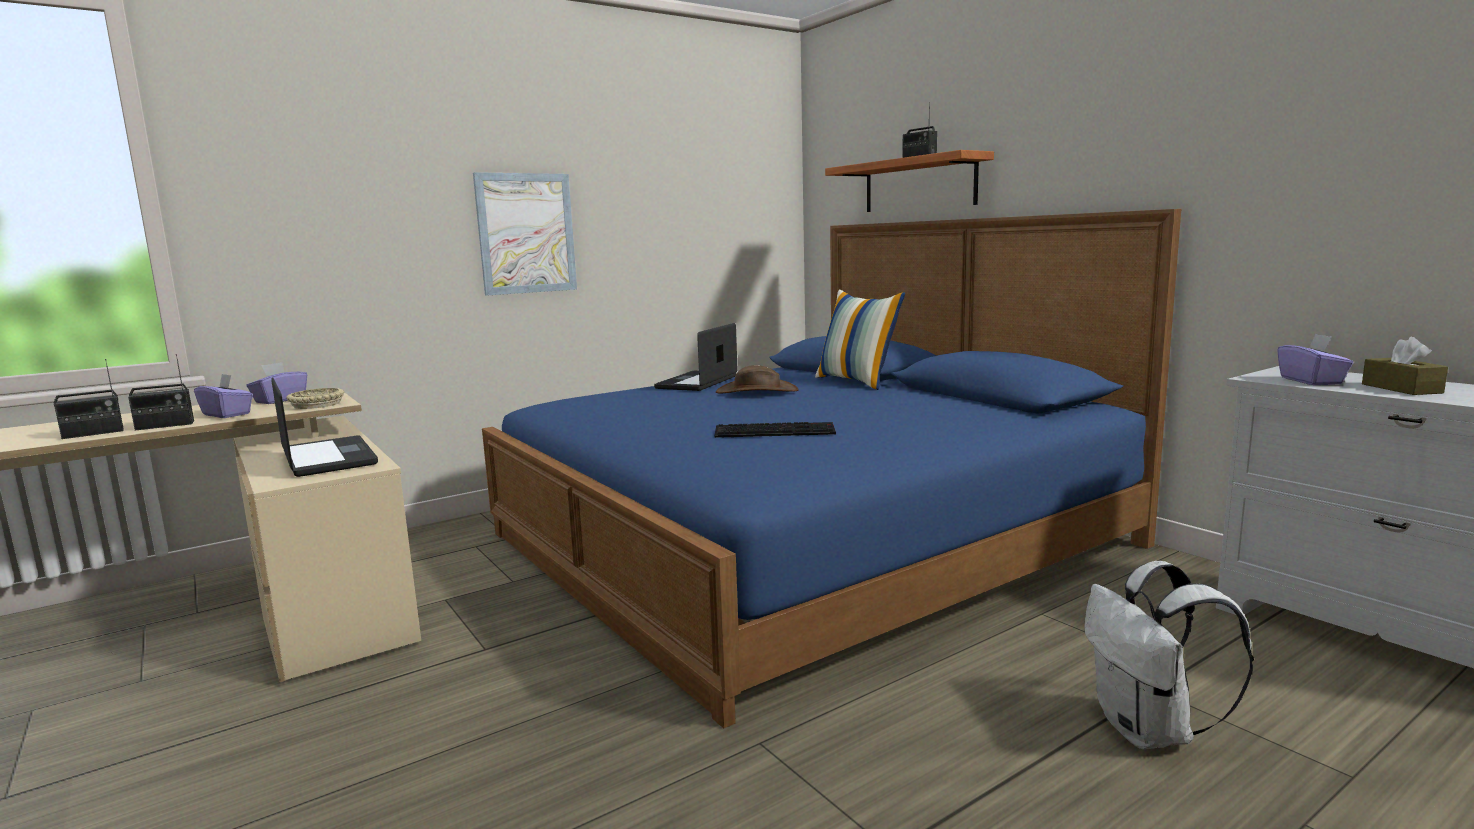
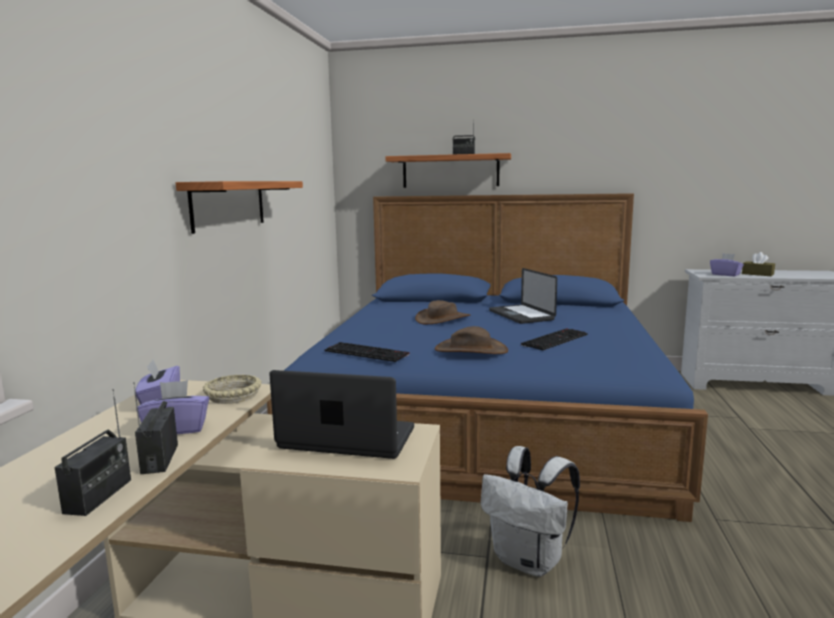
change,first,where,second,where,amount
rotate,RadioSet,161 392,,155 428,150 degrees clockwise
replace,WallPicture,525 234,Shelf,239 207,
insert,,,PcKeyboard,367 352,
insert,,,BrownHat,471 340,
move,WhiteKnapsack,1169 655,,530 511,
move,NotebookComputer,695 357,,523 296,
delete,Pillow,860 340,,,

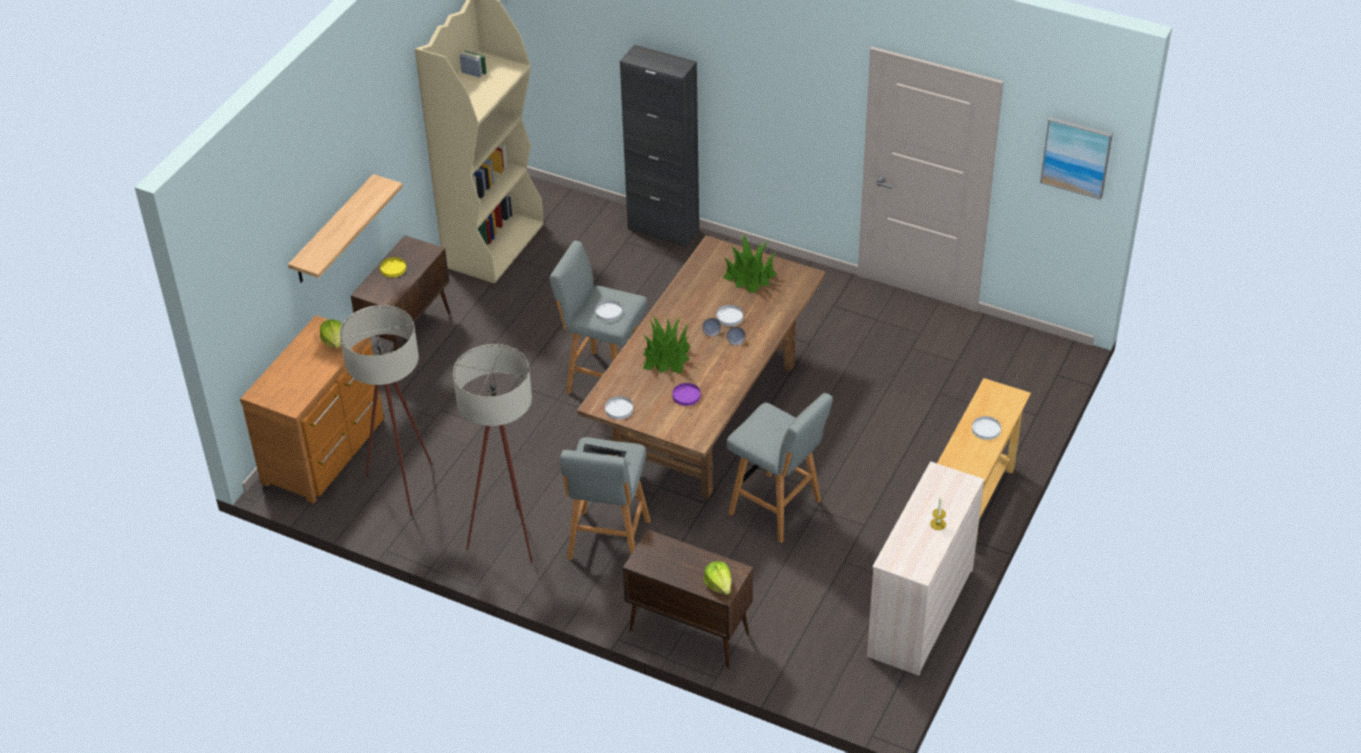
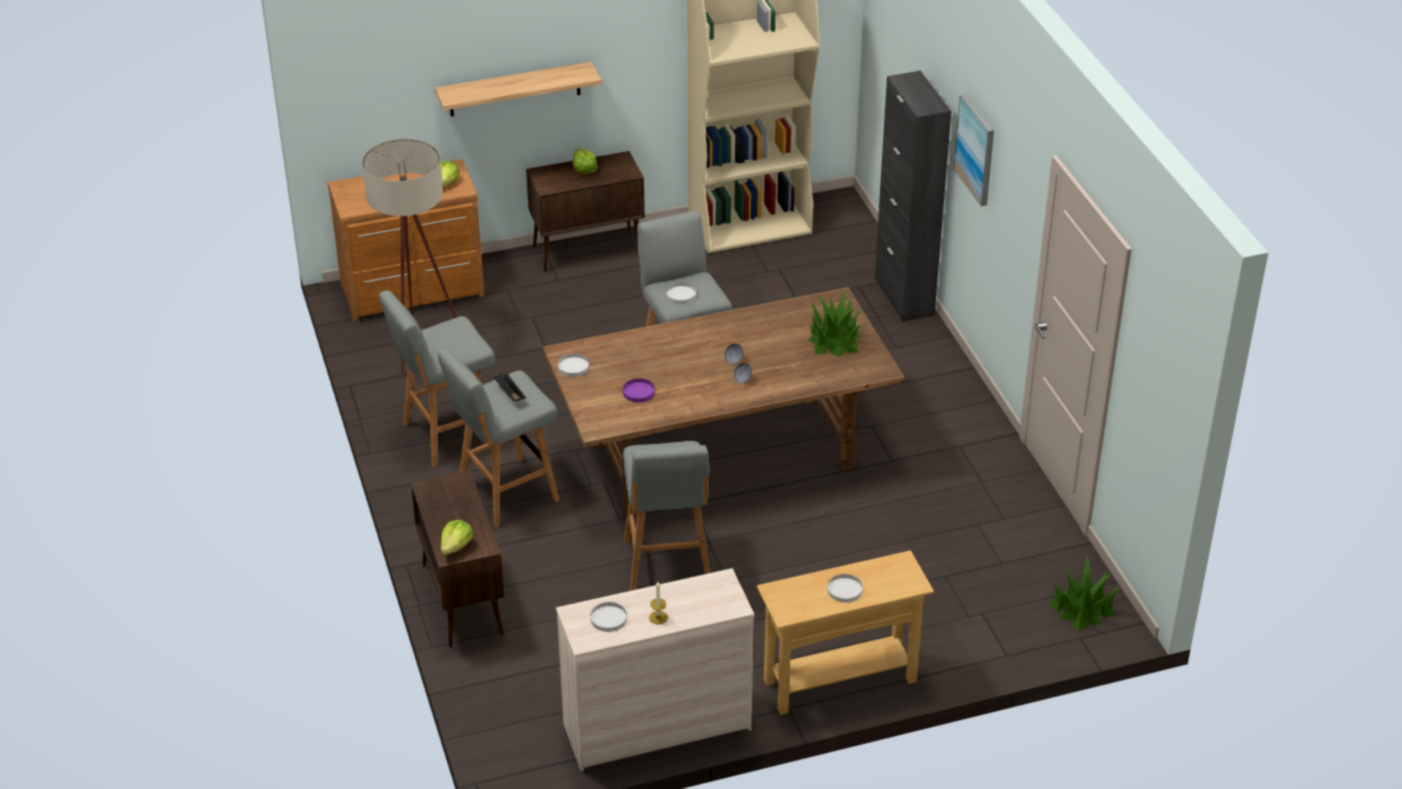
change,first,where,second,where,amount
replace,BeigeColouredStandardLamp,493 453,GrayStoolSeat,437 378,
replace,YellowDinnerPlate,393 267,Lettuce,585 161,
move,WhiteDinnerPlate,729 315,,608 617,
move,WallPicture,1076 158,,974 150,
move,Houseplant,666 344,,1084 594,

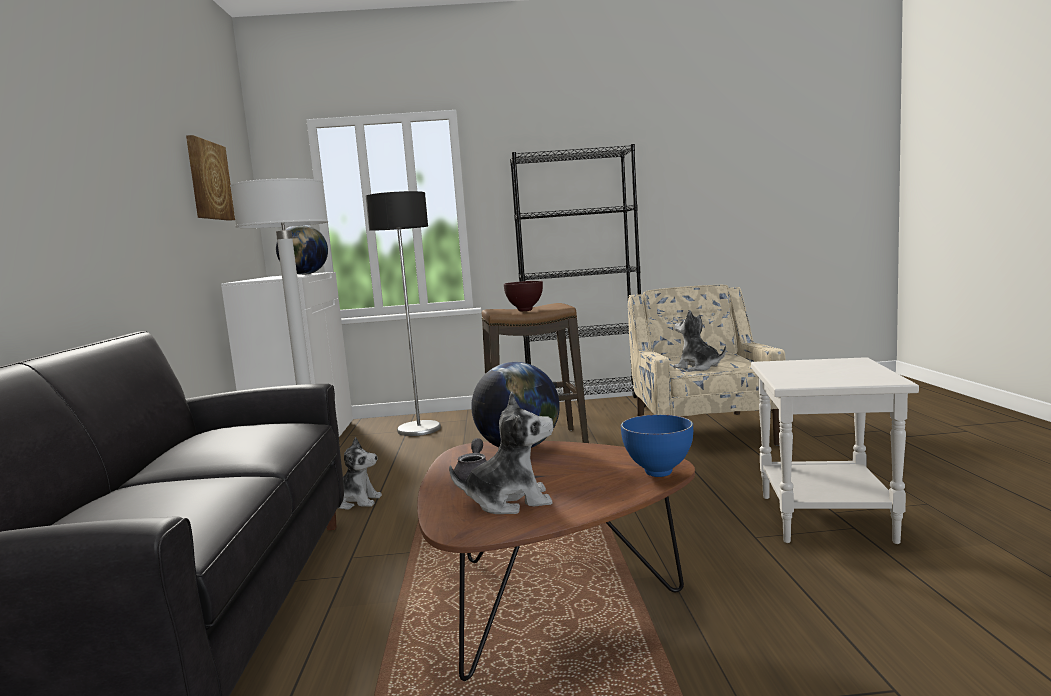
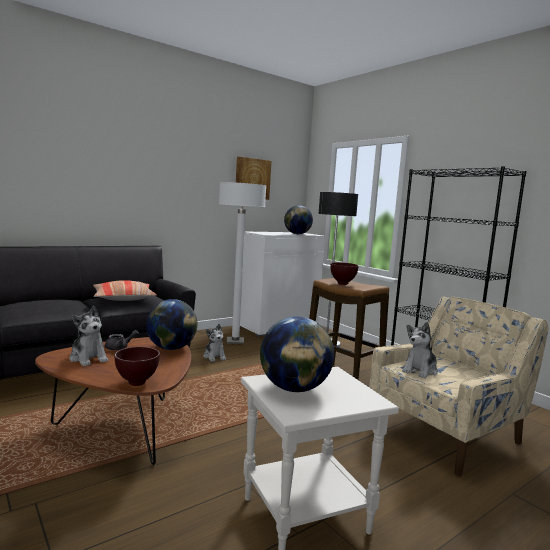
change,first,where,second,where,amount
insert,,,Pillow,124 290,
recolor,BlueDeepDish,657 445,BrownDeepDish,137 366,
insert,,,WorldGlobe,297 354,
rotate,CuddlyToy,700 340,,420 350,150 degrees counterclockwise

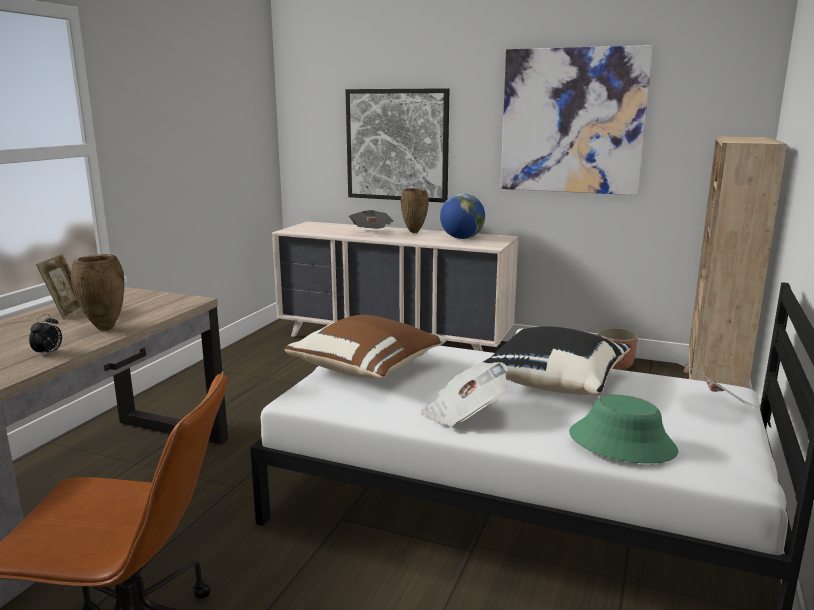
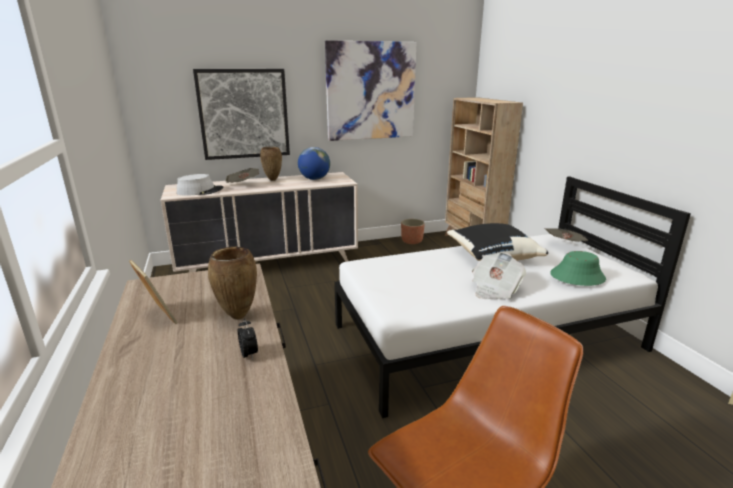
change,first,where,second,where,amount
insert,,,GrayHat,200 185,
delete,BrownPillow,365 347,,,

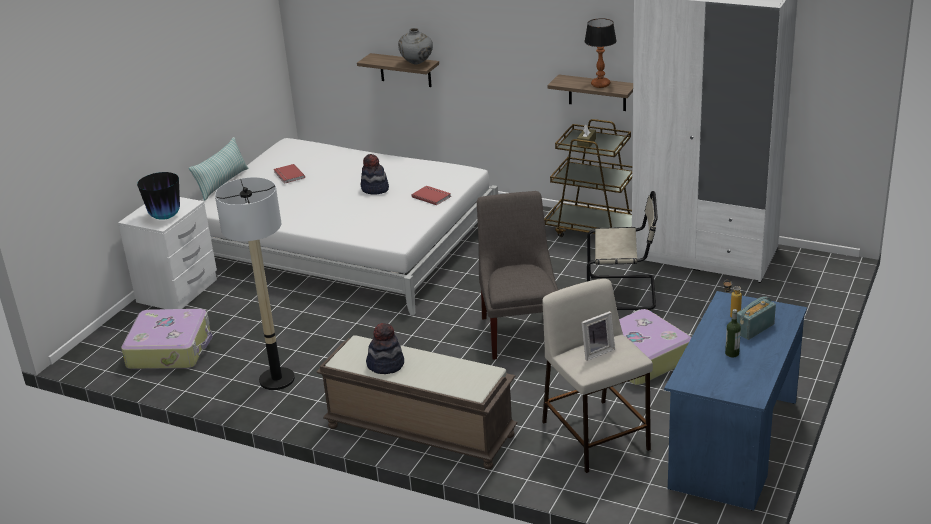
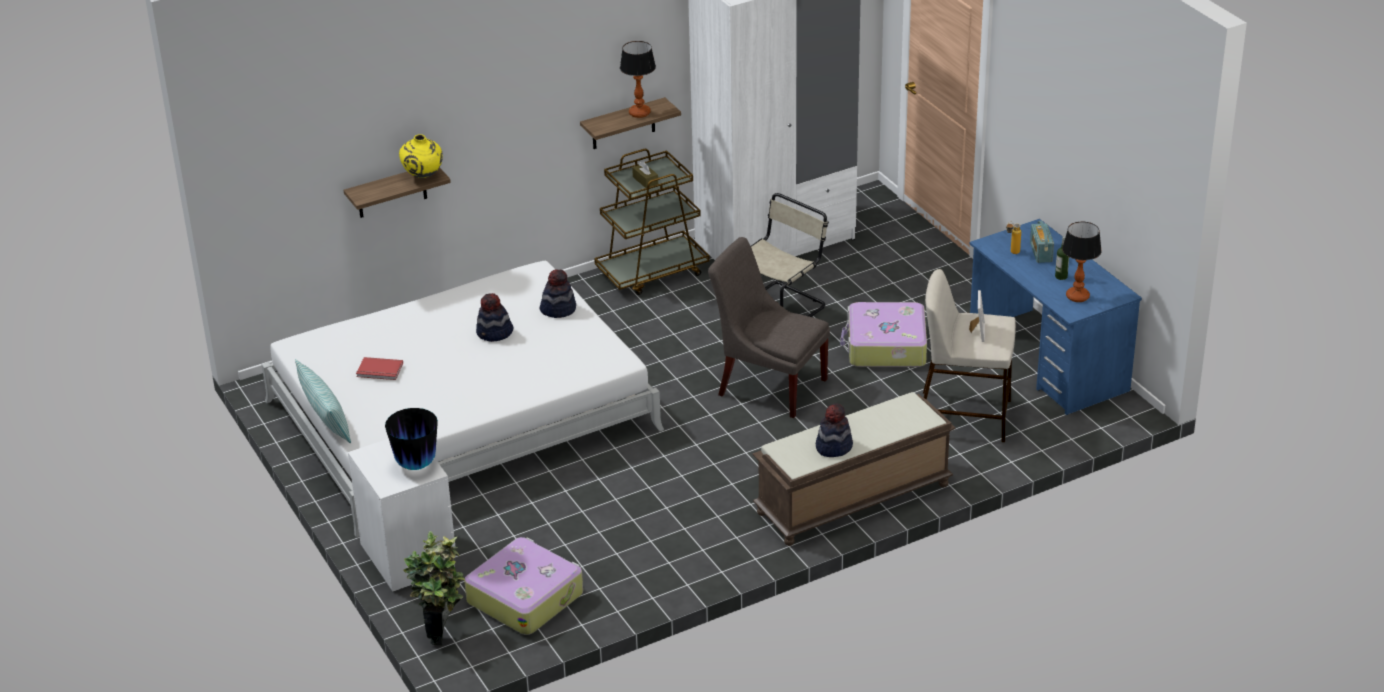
change,first,where,second,where,amount
recolor,GrayVase,415 46,YellowVase,421 156,
insert,,,Houseplant,434 588,
replace,RedBook,431 195,Hat,558 293,
insert,,,LampForATable,1082 261,
delete,StandardLamp,255 283,,,

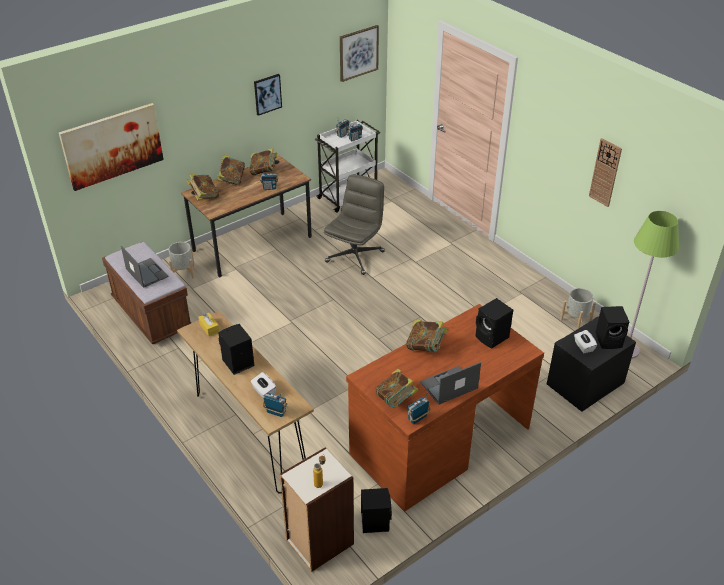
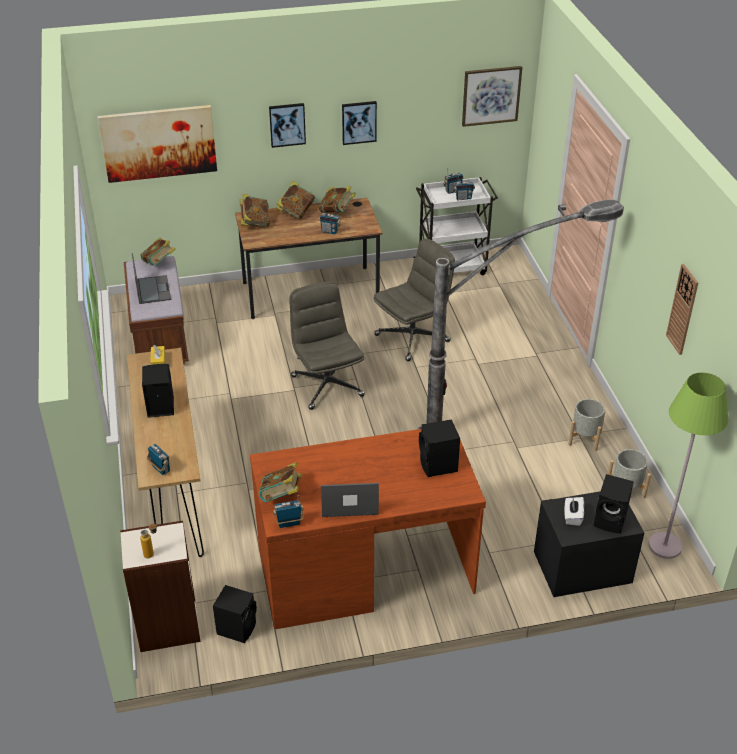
change,first,where,second,where,amount
move,Book,427 336,,158 251,
insert,,,WallPicture,287 125,
insert,,,GrayOfficeChair,327 345,
insert,,,StandardLamp,520 314,
move,GrayPlanter,181 260,,586 425,
delete,WhiteBoxOfTissues,263 385,,,

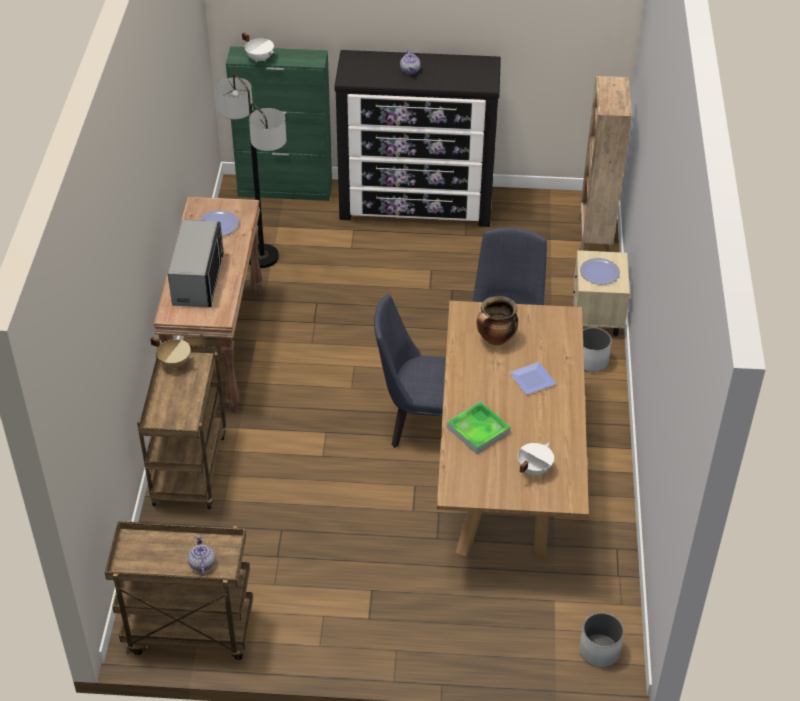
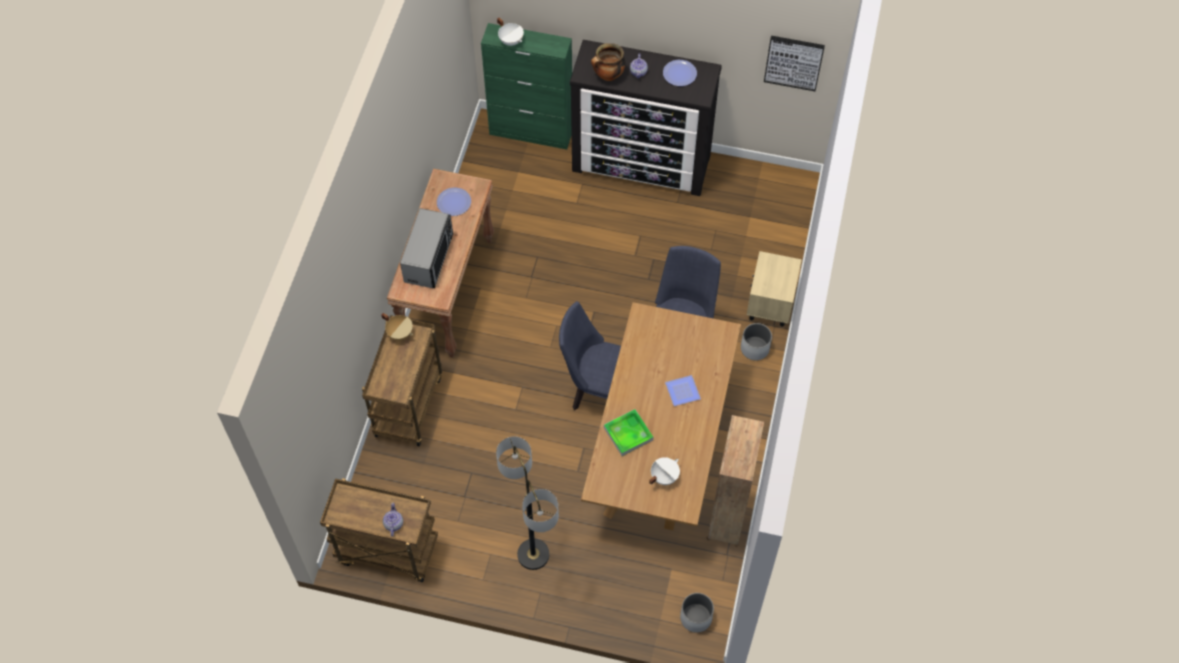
change,first,where,second,where,amount
move,StandardLamp,251 171,,527 503,
move,Saucepot,497 320,,608 62,
move,DinnerPlate,600 271,,680 73,
move,BrownBookcase,605 164,,735 481,
insert,,,WallPicture,794 63,

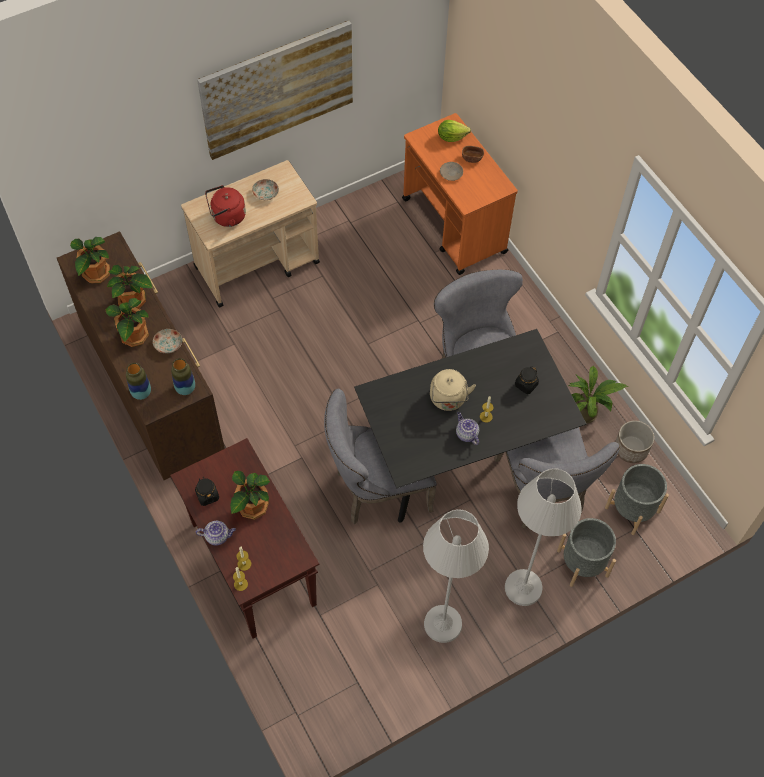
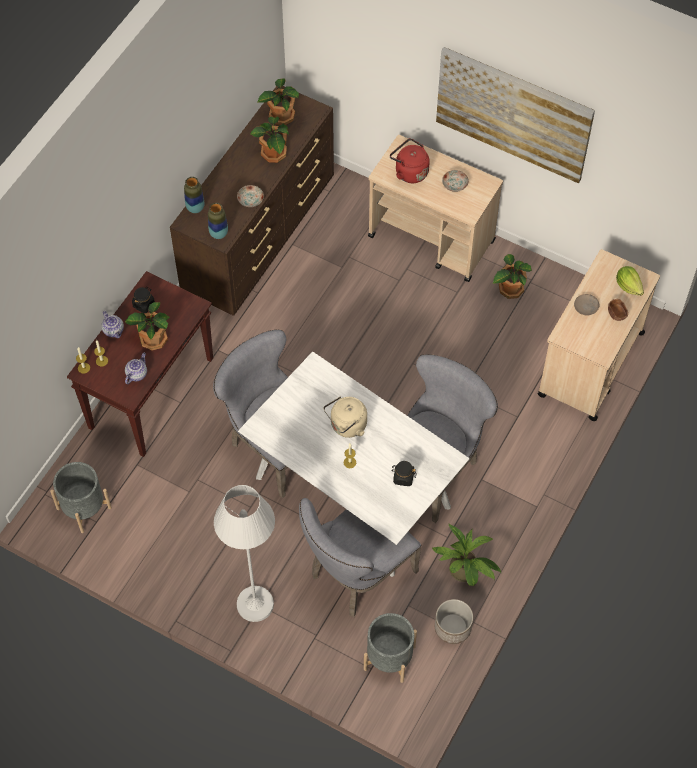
change,first,where,second,where,amount
move,GrayPlanter,586 552,,81 497,
move,PotForTea,467 428,,136 368,
recolor,BlackColouredDinnerTable,470 426,WhiteDinnerTable,354 464,
move,Houseplant,127 322,,512 276,
recolor,OrangeyTrolley,460 194,BeigeColouredTrolley,599 335,
delete,WhiteStandardLamp,456 576,,,

